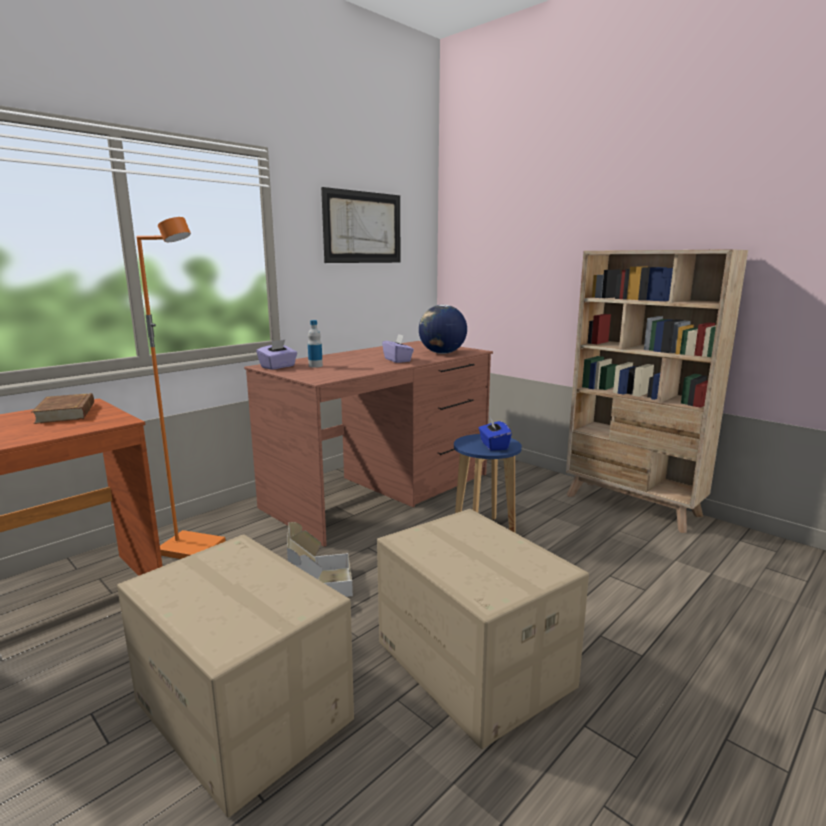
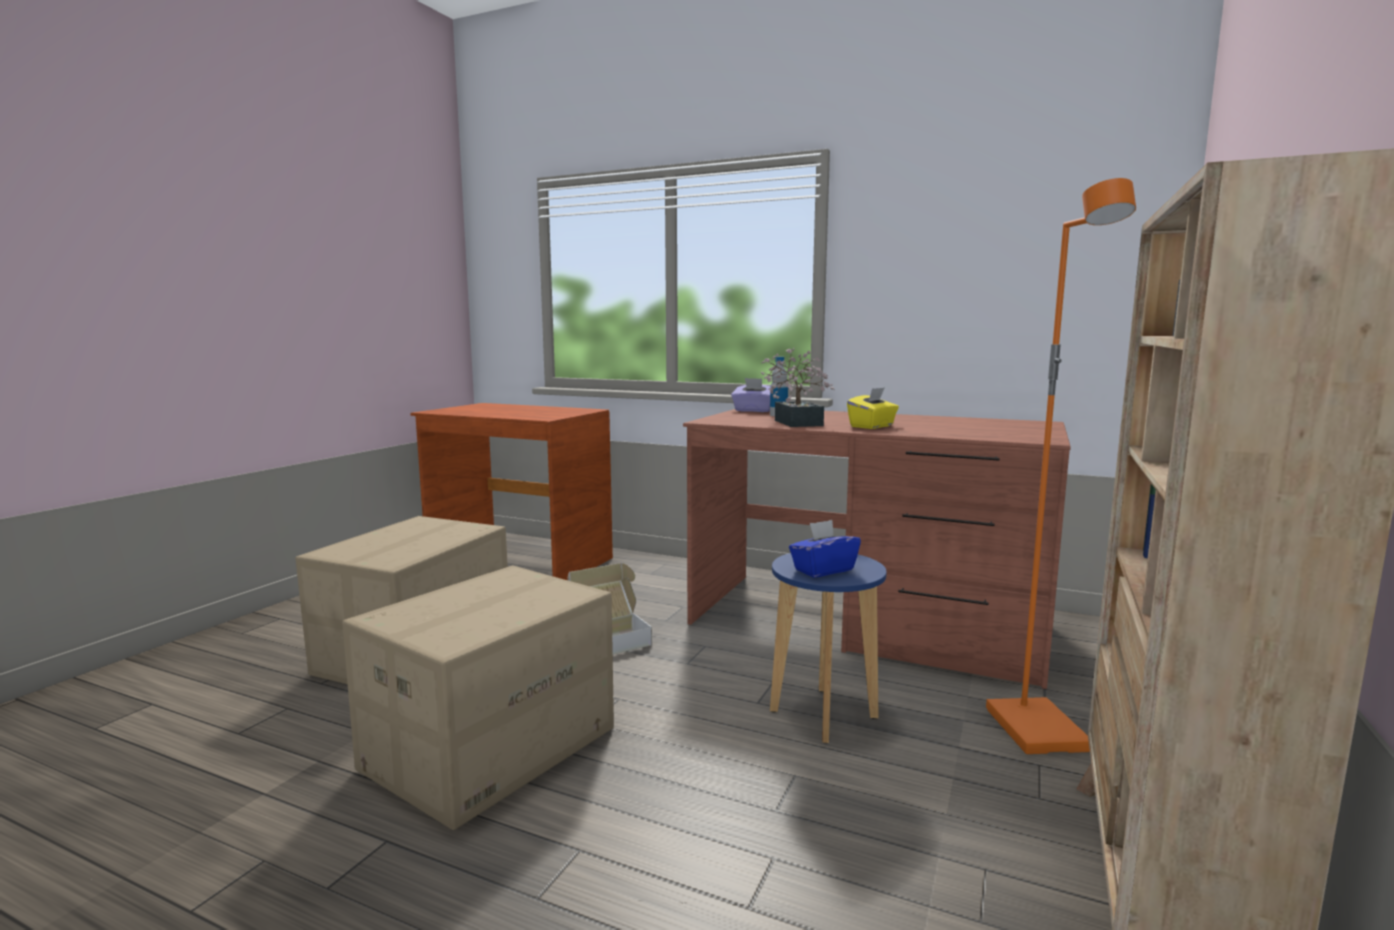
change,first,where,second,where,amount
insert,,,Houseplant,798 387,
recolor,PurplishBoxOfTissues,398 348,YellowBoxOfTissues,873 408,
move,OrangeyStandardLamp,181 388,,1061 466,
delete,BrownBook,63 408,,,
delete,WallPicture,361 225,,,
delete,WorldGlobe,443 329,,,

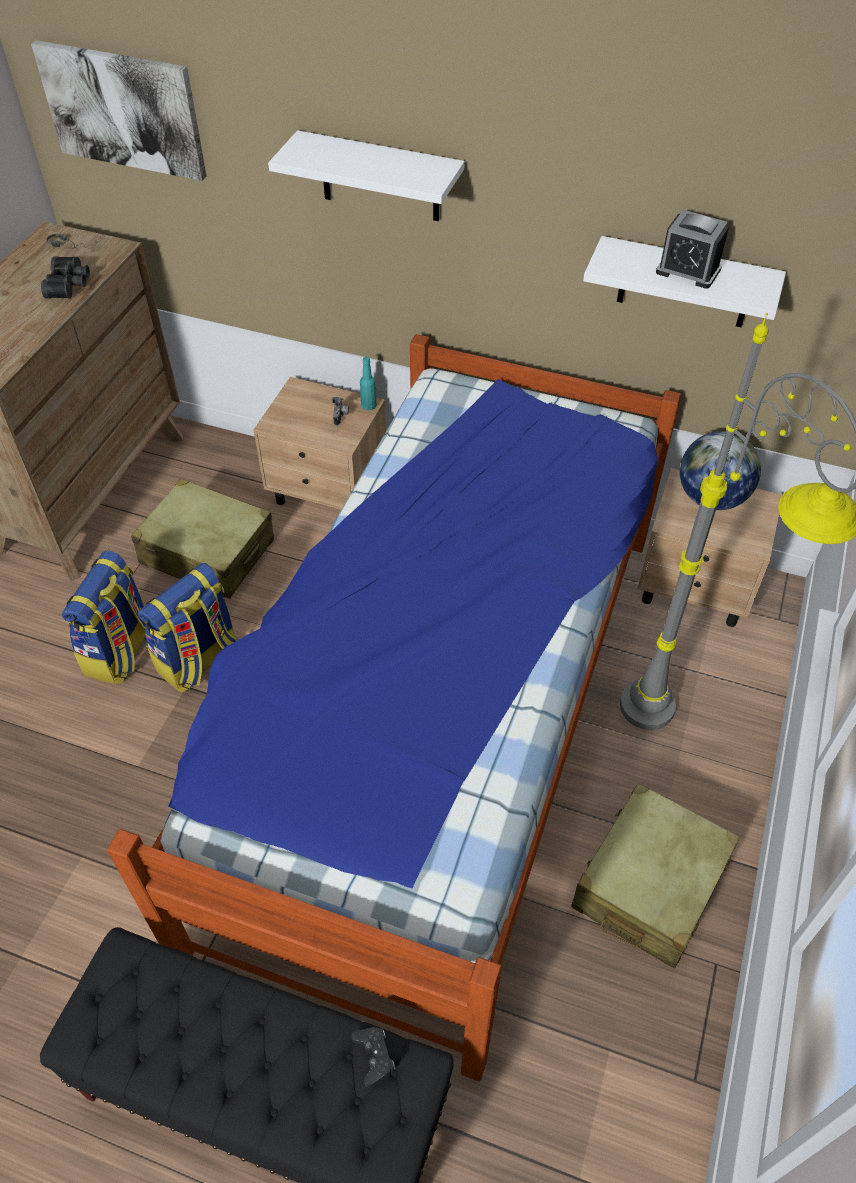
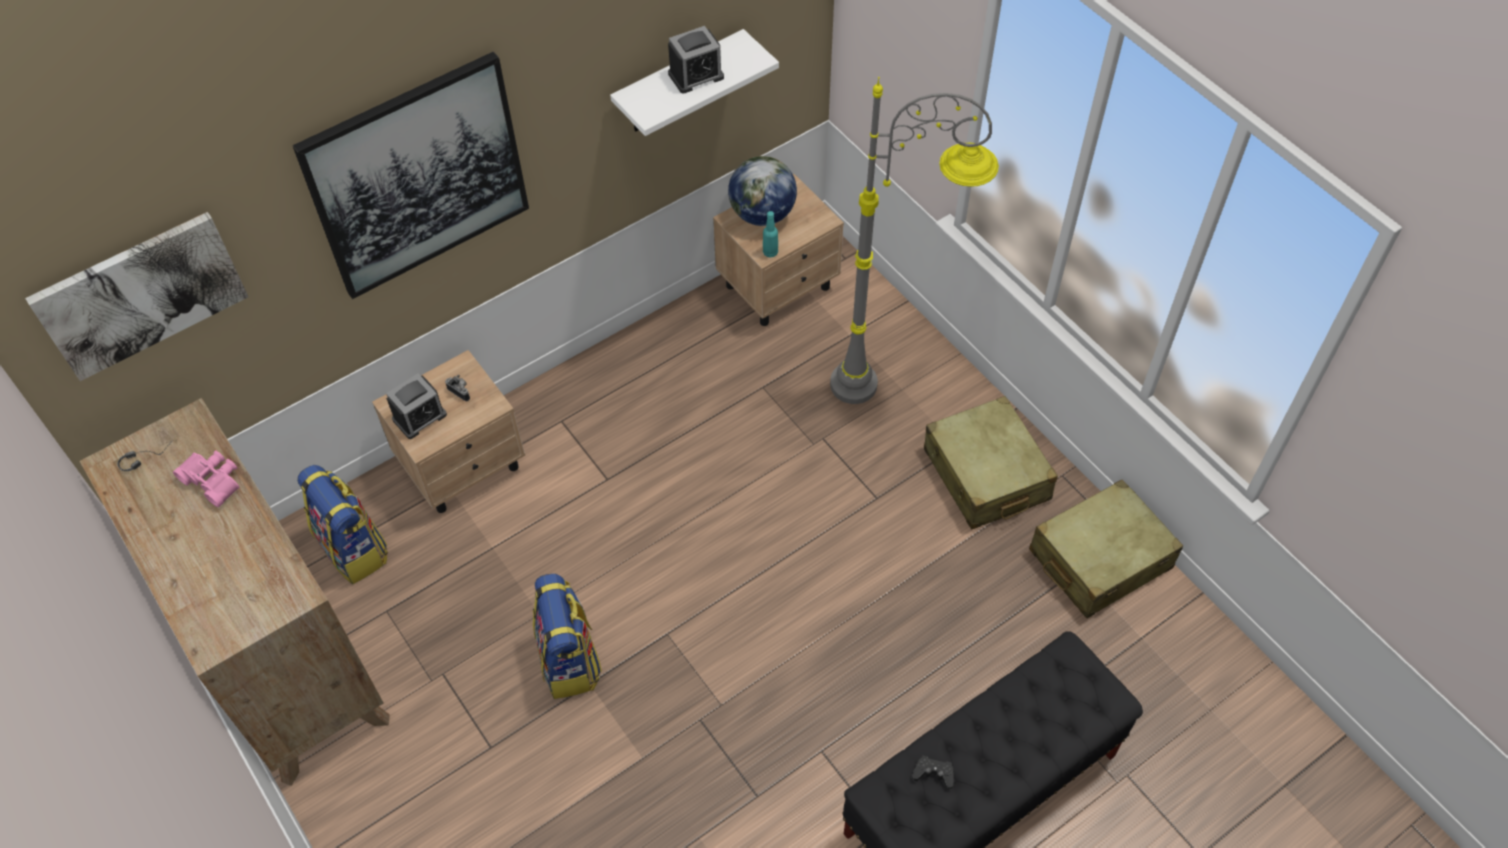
change,first,where,second,where,amount
recolor,BlackColouredPairOfBinoculars,65 277,PinkishPairOfBinoculars,206 478,
replace,WhiteShelf,366 175,WallPicture,410 175,
move,Knapsack,104 618,,342 524,
insert,,,AlarmClock,416 406,
move,BlueGreenDrinkBottle,368 383,,770 234,
move,BlackColouredGameController,373 1057,,933 773,
move,BeigeColouredTravelCase,202 538,,1106 548,
delete,BedroomBed,394 707,,,

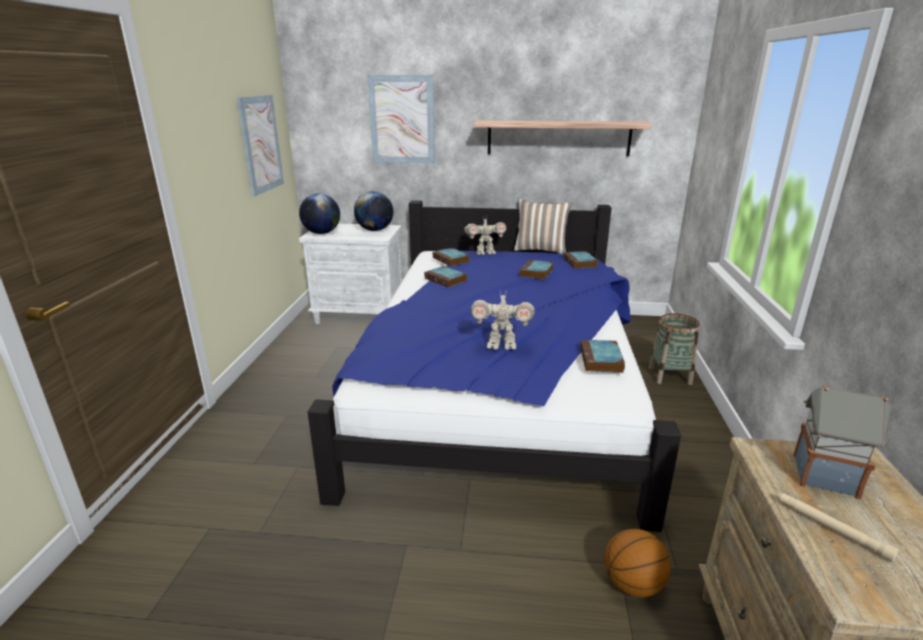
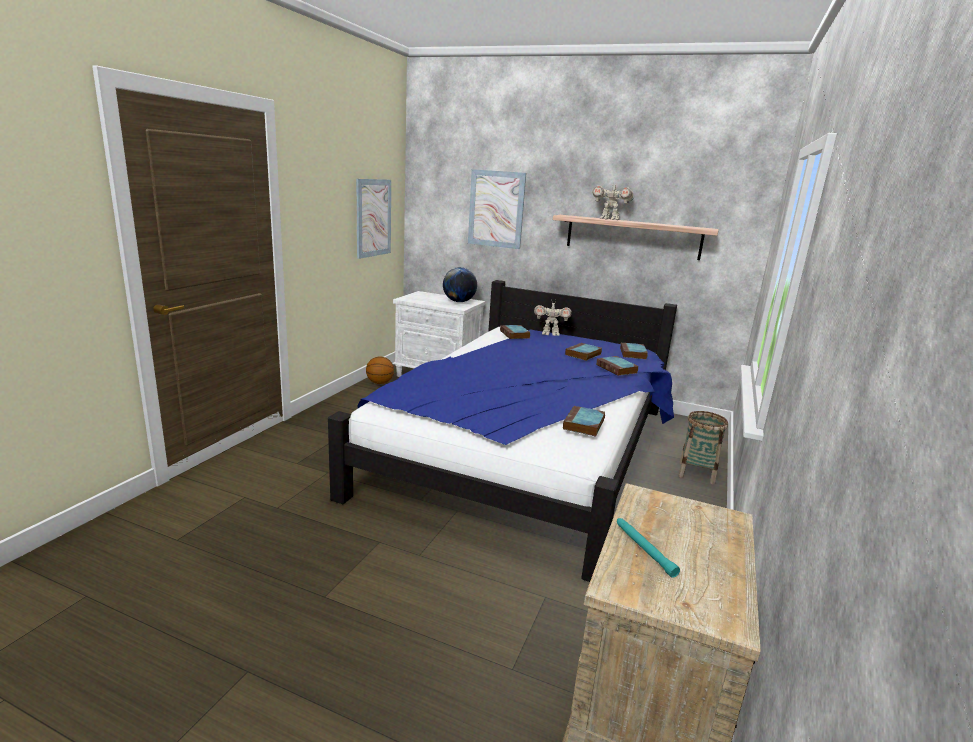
change,first,where,second,where,amount
move,BallForBasketball,637 563,,380 370,
move,ToyRobot,503 321,,613 202,
move,Book,445 276,,617 366,
recolor,BeigeColouredTorch,837 527,BlueGreenTorch,648 548,
delete,WorldGlobe,319 213,,,
delete,Pillow,543 226,,,
delete,ModelHouse,842 442,,,

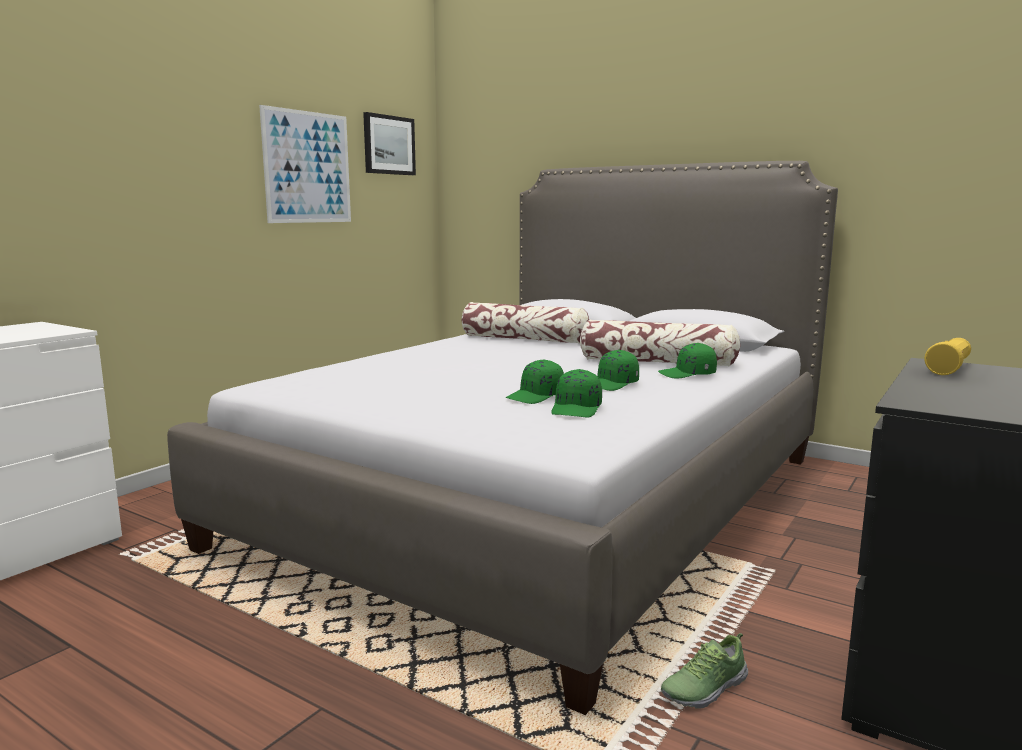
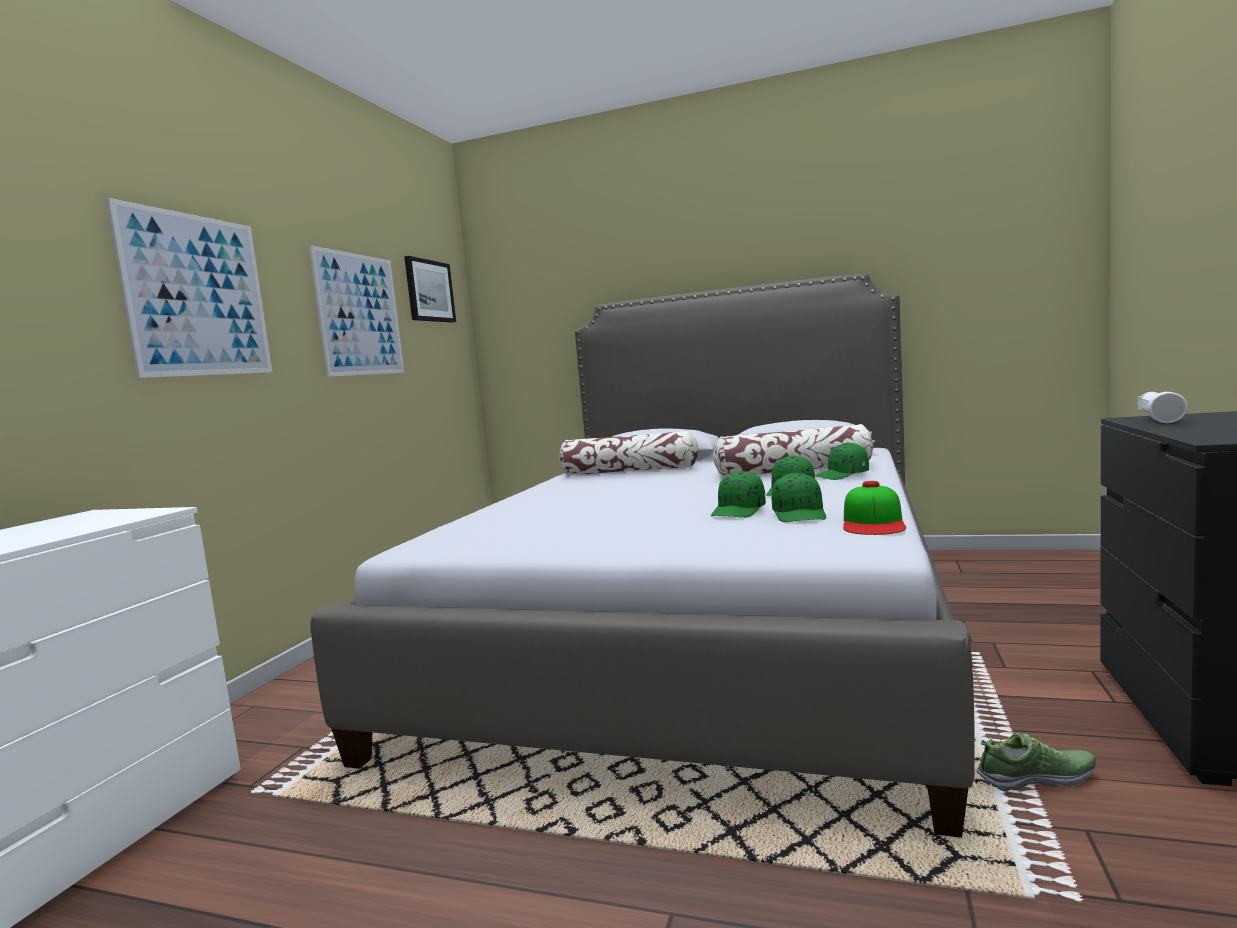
change,first,where,second,where,amount
insert,,,WallPicture,189 288,
insert,,,Cap,874 508,
rotate,Shoe,704 671,,1036 762,135 degrees counterclockwise
recolor,YellowTorch,948 356,WhiteTorch,1162 407,

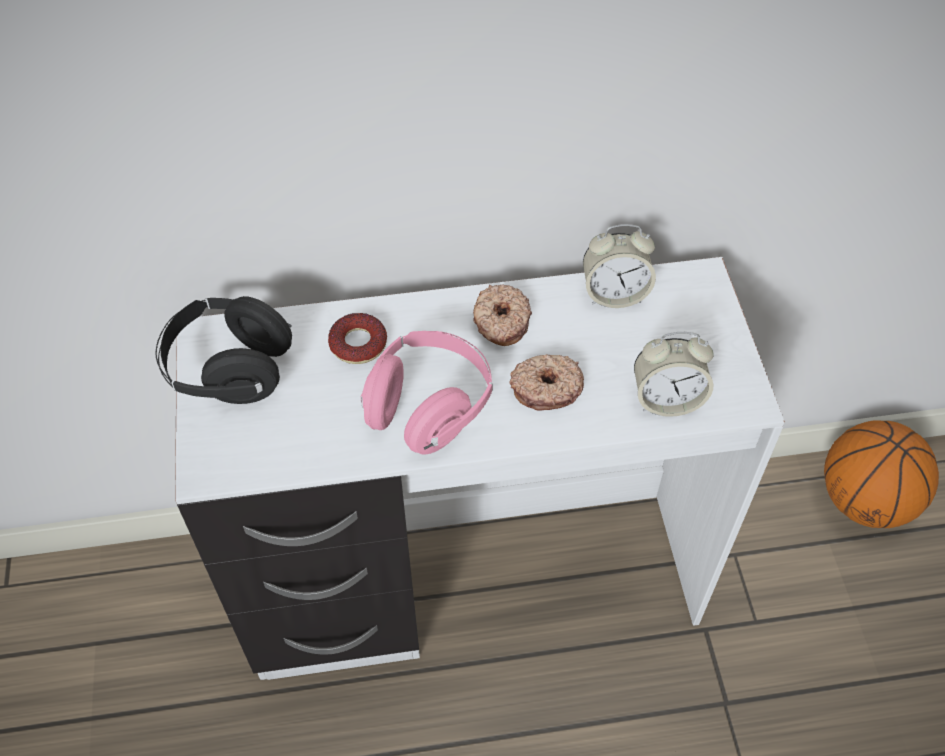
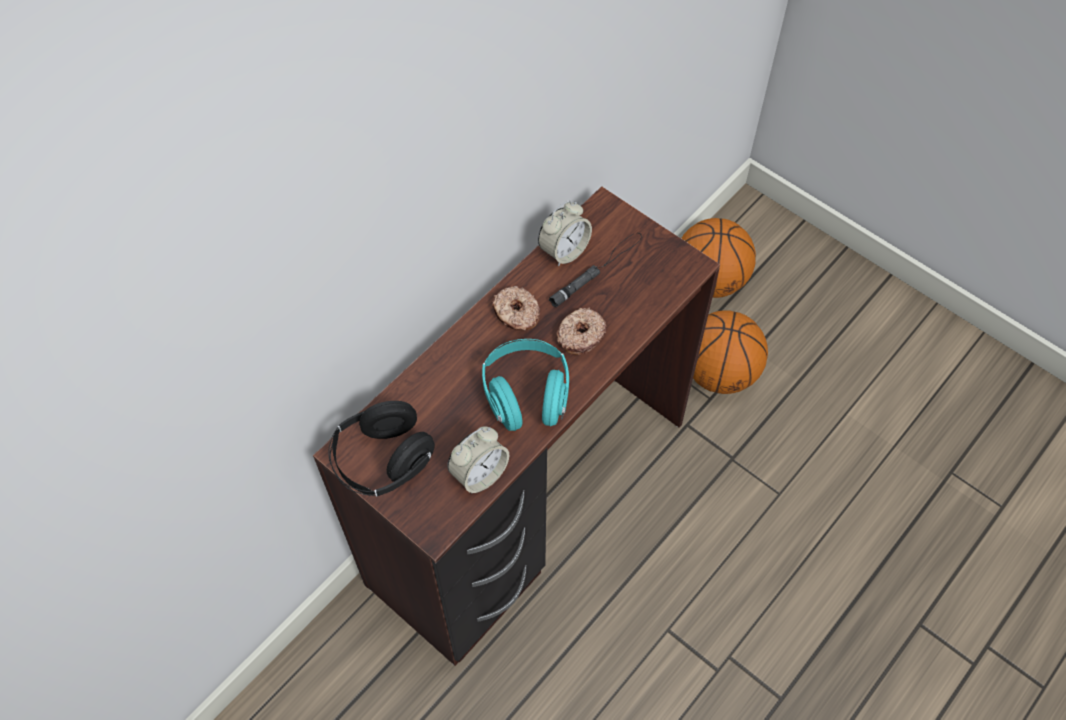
change,first,where,second,where,amount
recolor,WhiteDeskUnit,480 468,BrownDeskUnit,516 426,
move,AlarmClock,674 374,,478 460,
recolor,PinkishHeadphones,427 393,BlueGreenHeadphones,525 385,
insert,,,BlackColouredTorch,595 270,
insert,,,BallForBasketball,730 352,
delete,RingDoughnut,357 338,,,

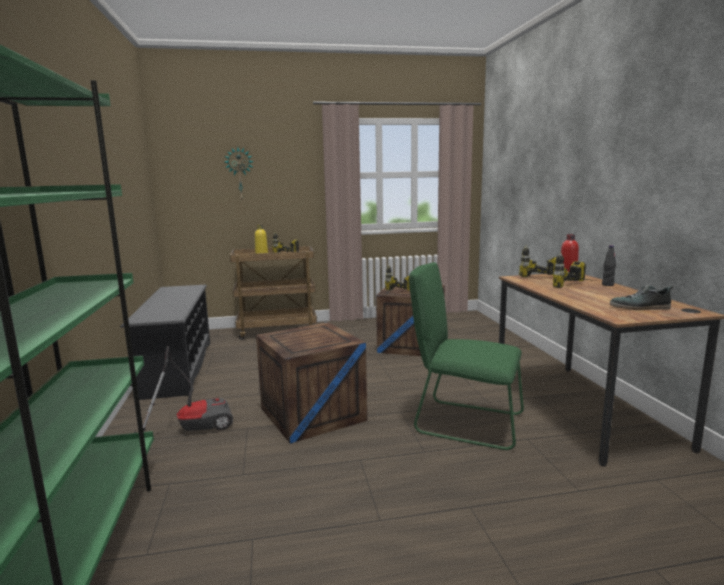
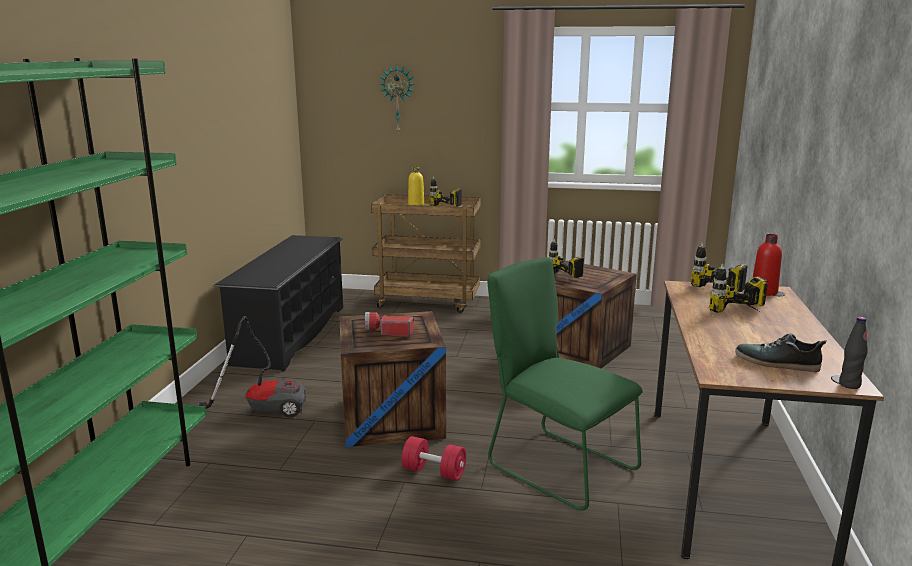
change,first,where,second,where,amount
insert,,,Torch,389 324,
insert,,,RedDumbbell,434 458,
move,BlackColouredDrinkBottle,609 265,,853 353,

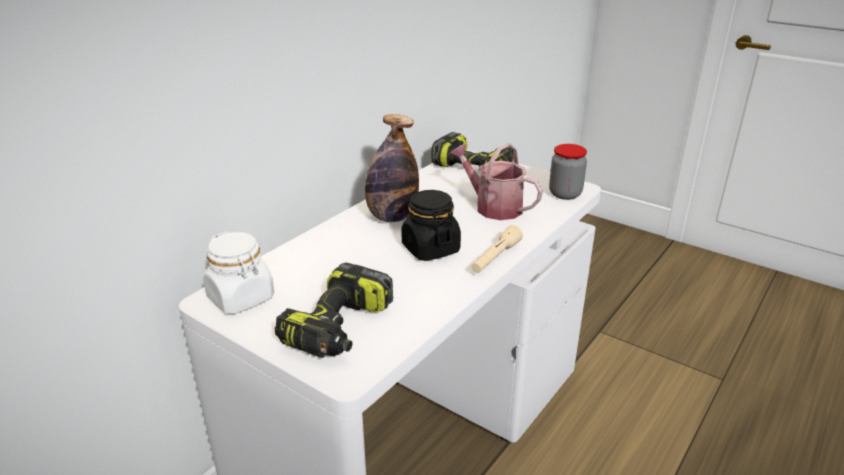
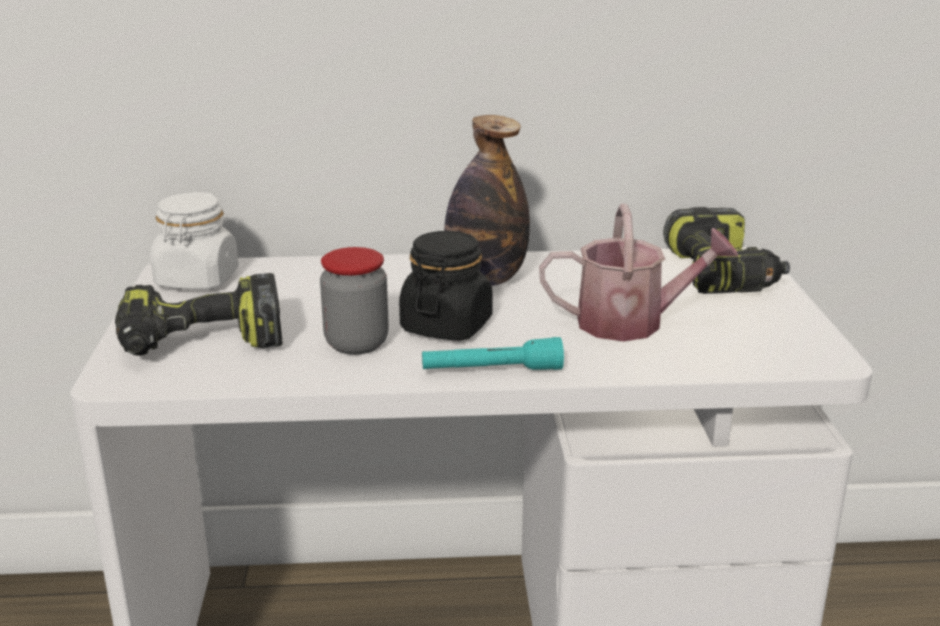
change,first,where,second,where,amount
move,PreserveJar,568 172,,354 301,
recolor,BeigeColouredTorch,497 249,BlueGreenTorch,493 353,
rotate,SprinklingCan,495 181,,638 272,90 degrees clockwise

